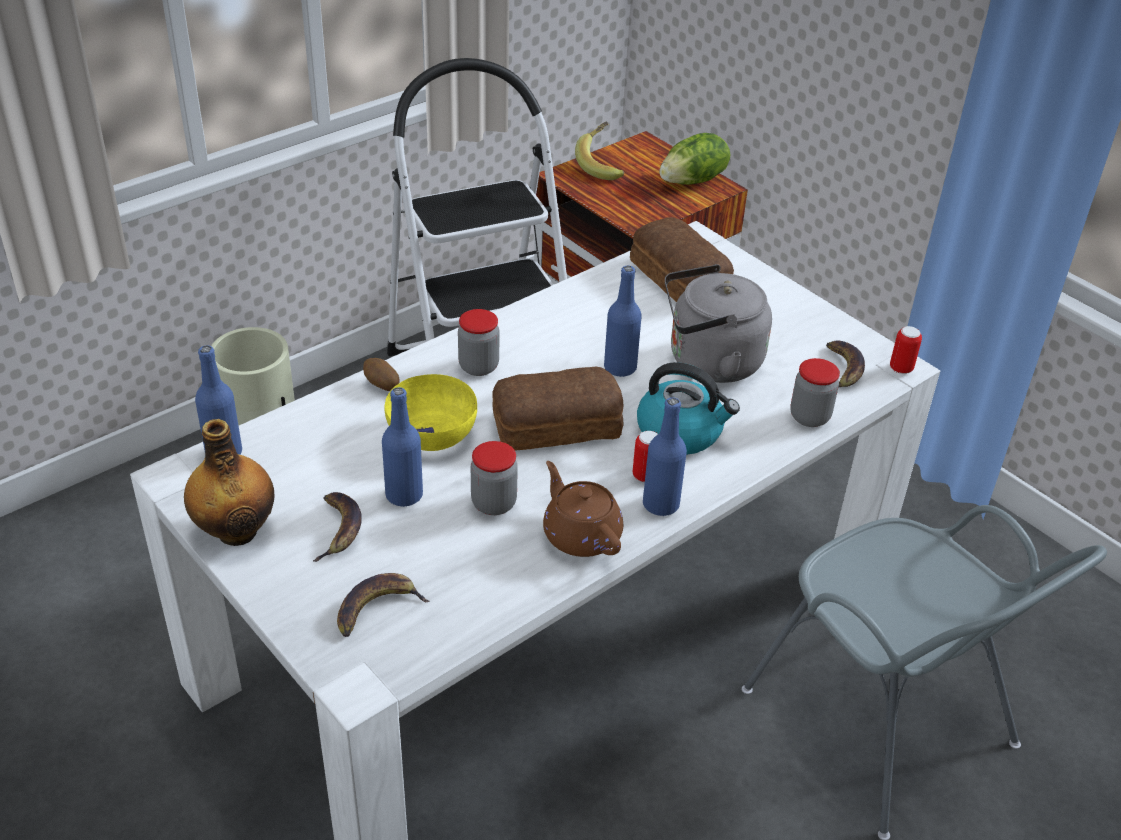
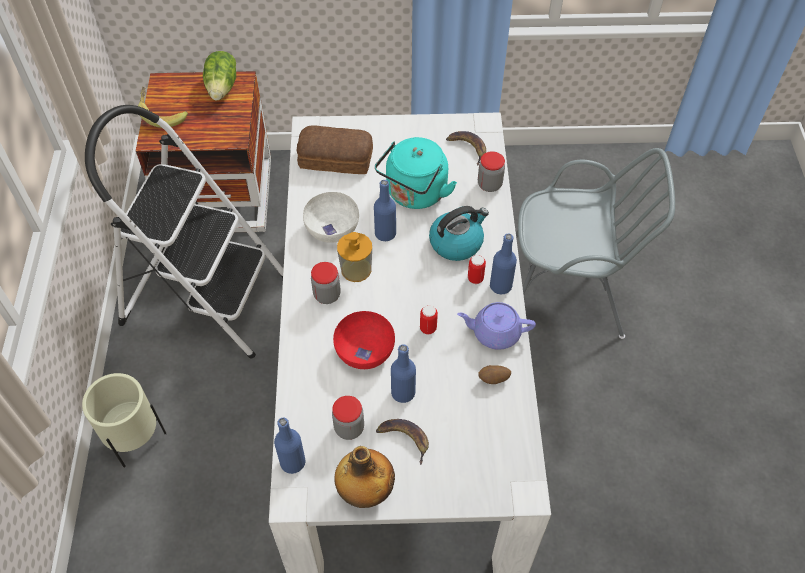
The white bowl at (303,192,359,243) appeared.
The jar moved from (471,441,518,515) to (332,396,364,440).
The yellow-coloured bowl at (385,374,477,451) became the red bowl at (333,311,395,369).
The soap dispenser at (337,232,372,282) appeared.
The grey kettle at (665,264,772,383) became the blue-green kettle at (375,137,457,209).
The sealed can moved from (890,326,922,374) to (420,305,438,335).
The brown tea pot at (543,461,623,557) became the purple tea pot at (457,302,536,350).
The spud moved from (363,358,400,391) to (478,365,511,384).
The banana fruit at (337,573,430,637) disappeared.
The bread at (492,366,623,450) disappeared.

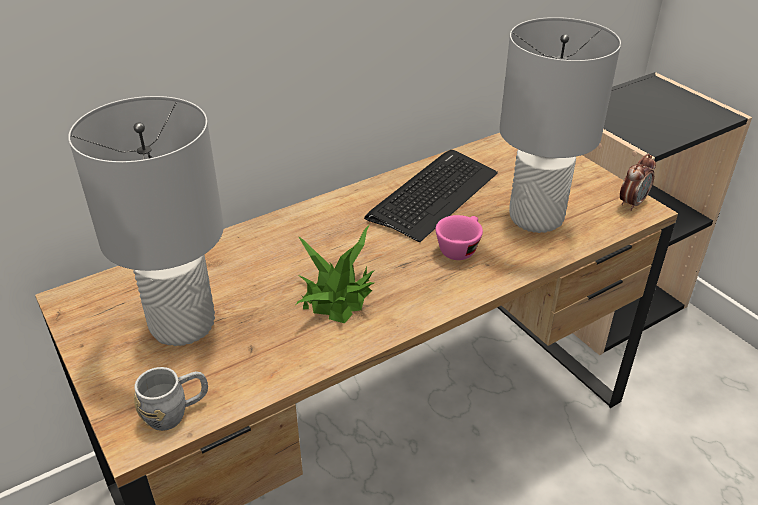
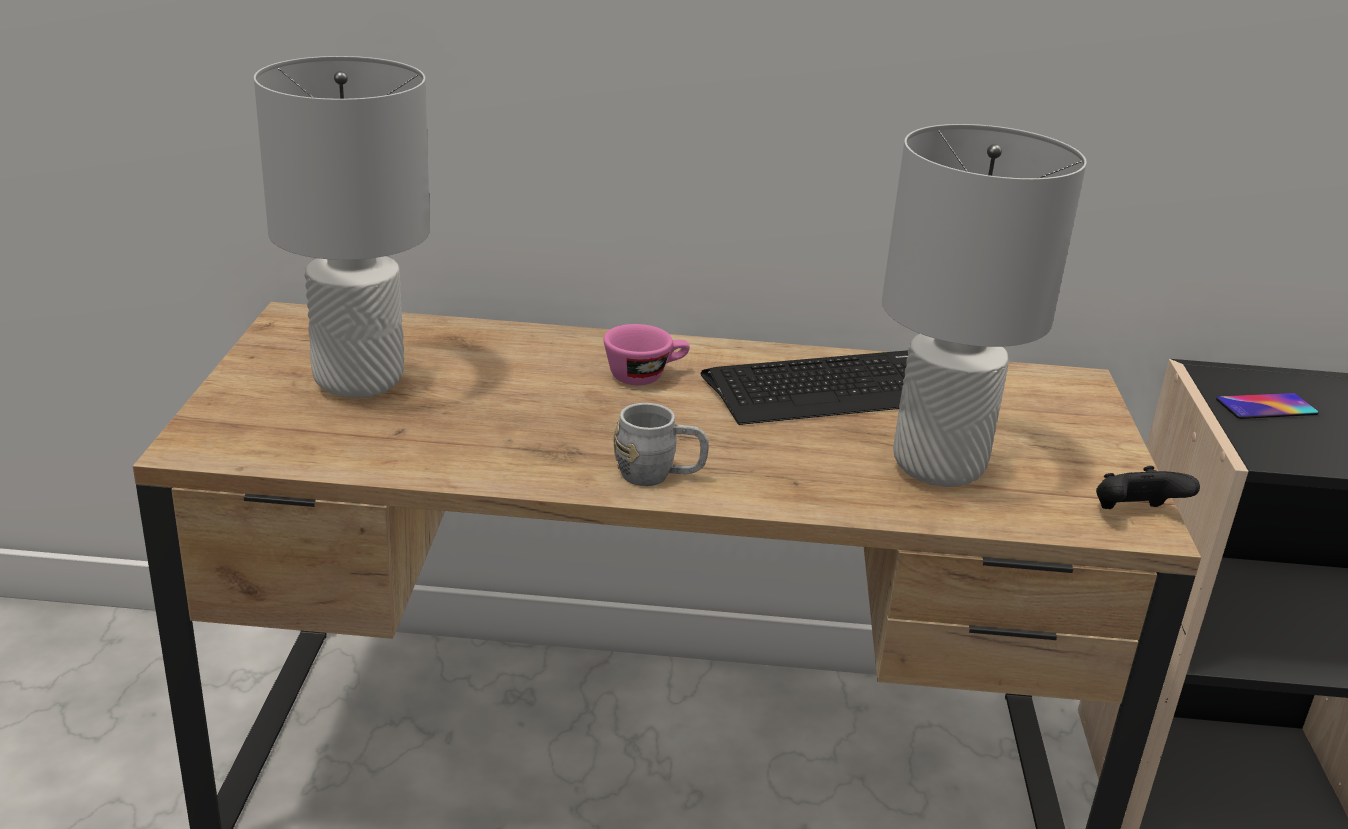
The pinkish small cup moved from (436,215,483,260) to (604,324,690,385).
The grey coffee mug moved from (134,367,208,431) to (614,403,709,486).
The bedside clock at (620,154,656,211) was replaced by the black gamepad at (1096,466,1200,509).
The telephone at (1216,393,1319,419) appeared.
The potted plant at (296,224,375,323) disappeared.

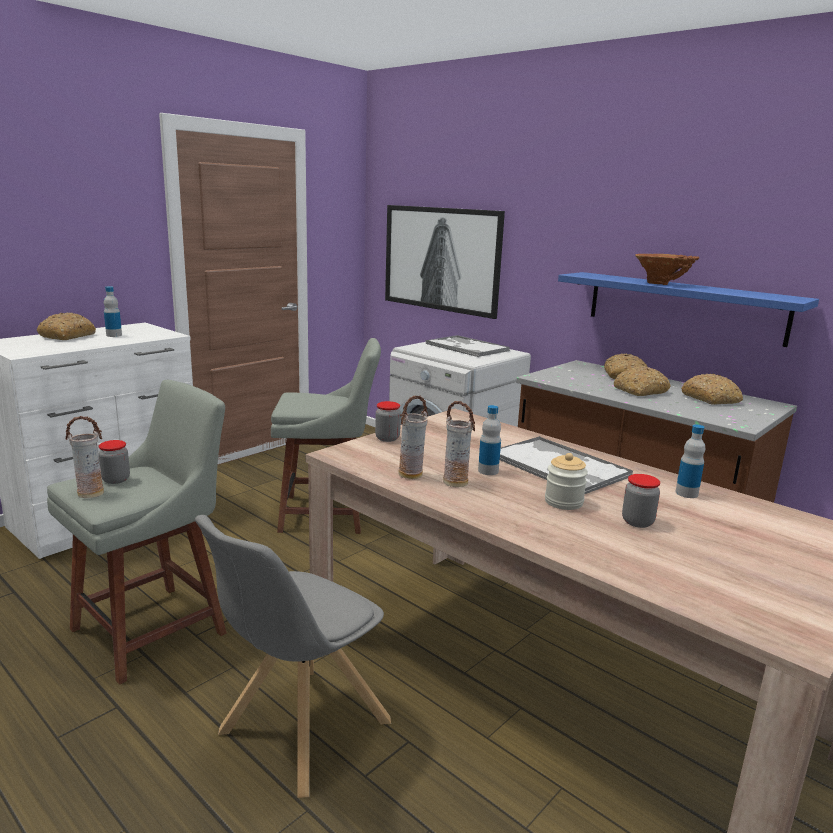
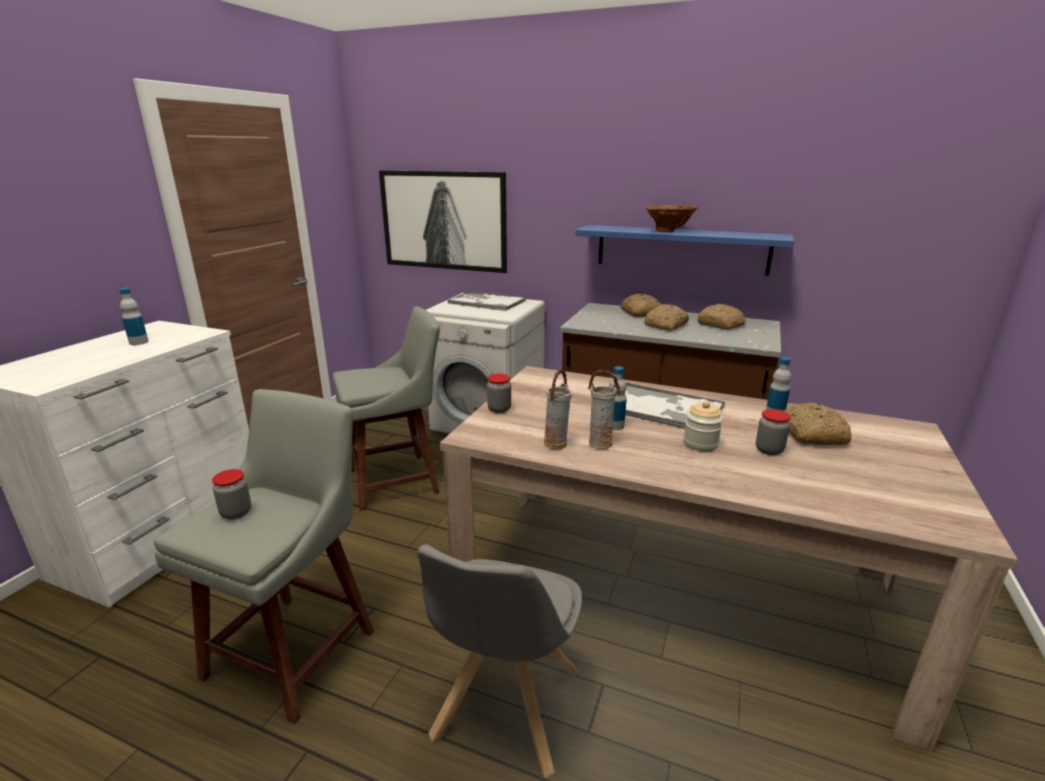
The bread moved from (37,313,96,340) to (784,403,851,445).
The decorative vase at (66,416,104,498) disappeared.

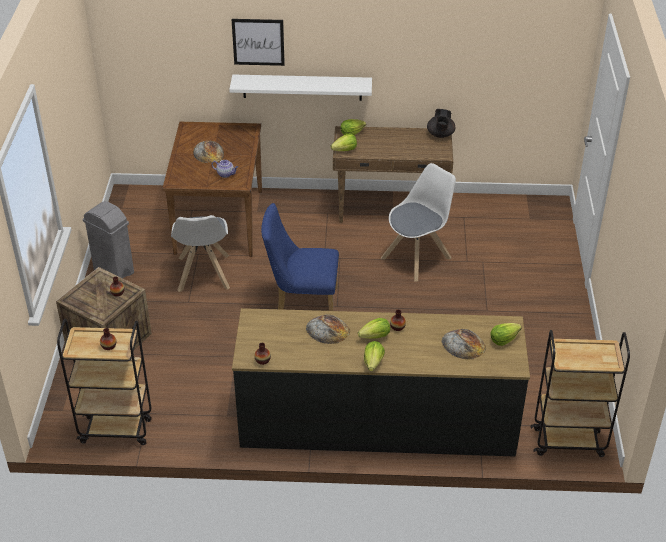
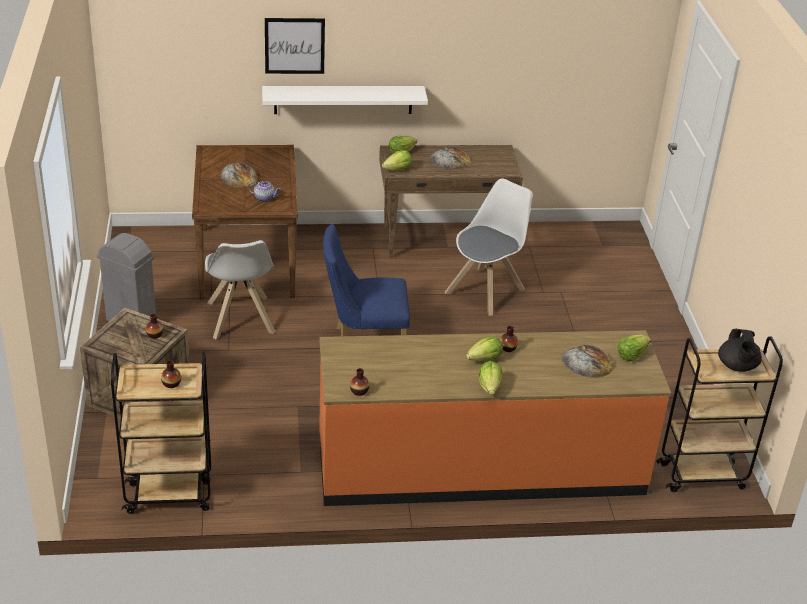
The black kitchen base unit at (232,308,530,457) became the orangey kitchen base unit at (319,330,671,506).
The bread moved from (306,314,350,344) to (430,147,471,170).
The black tea pot moved from (427,109,455,138) to (718,329,762,372).

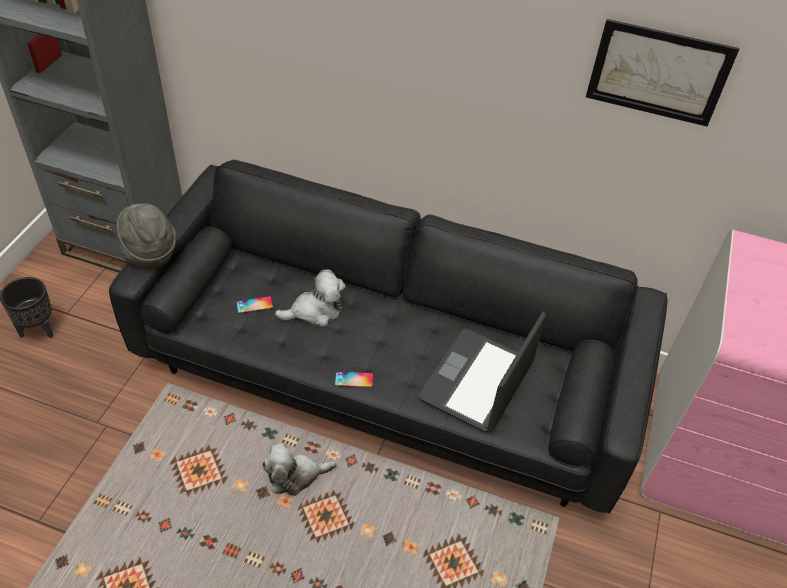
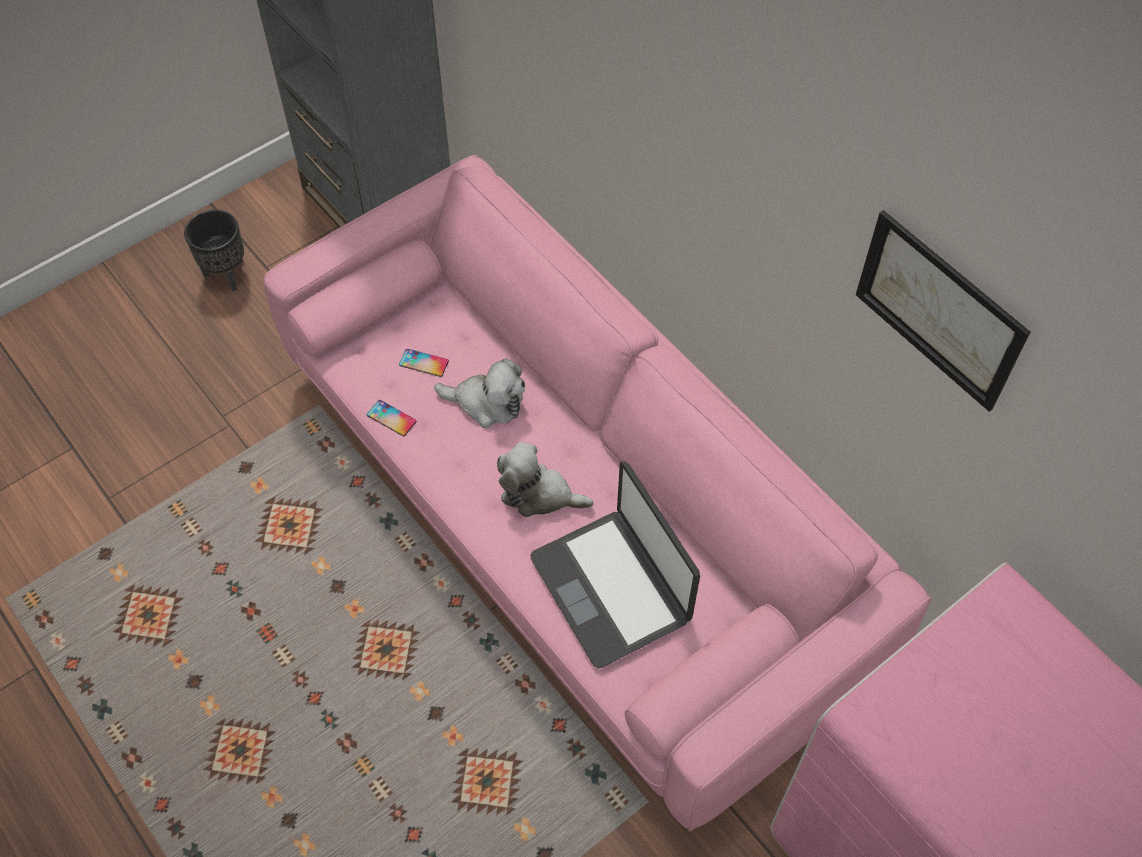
The black settee at (109,160,668,514) became the pinkish settee at (263,155,932,832).
The telephone moved from (335,371,373,388) to (367,400,417,436).
The soft toy moved from (262,443,337,496) to (497,442,594,517).
The notebook computer at (418,311,546,432) turned 90 degrees counterclockwise.
The grey wearable hat at (117,203,177,268) disappeared.

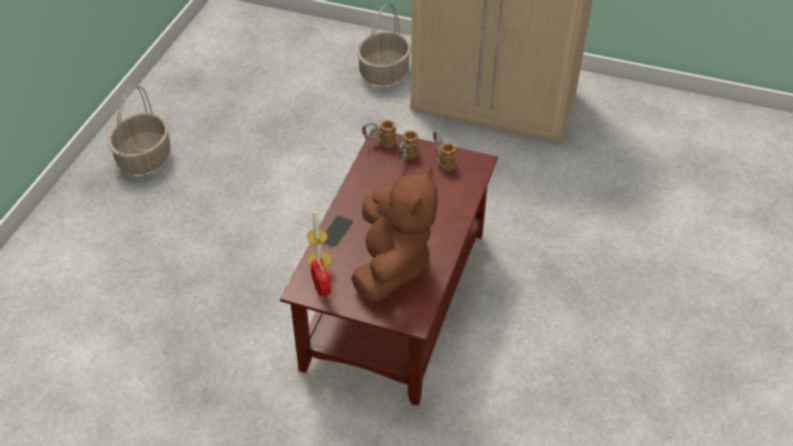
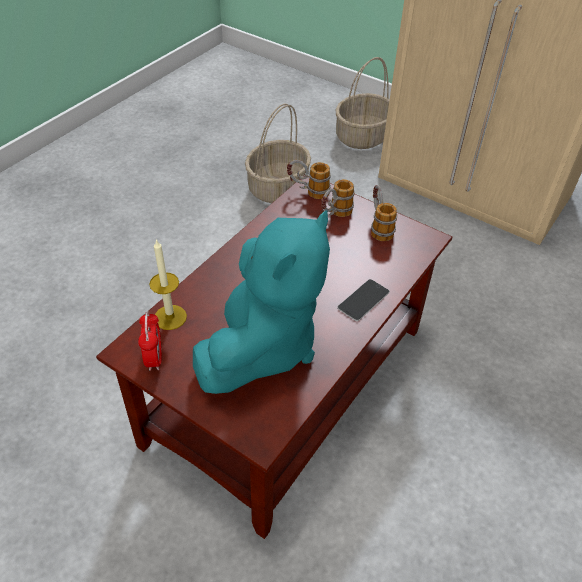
The brown soft toy at (351,166,438,302) became the blue-green soft toy at (193,211,330,394).
The household basket moved from (108,85,170,174) to (245,104,311,203).
The telephone moved from (322,215,354,248) to (337,279,390,321).

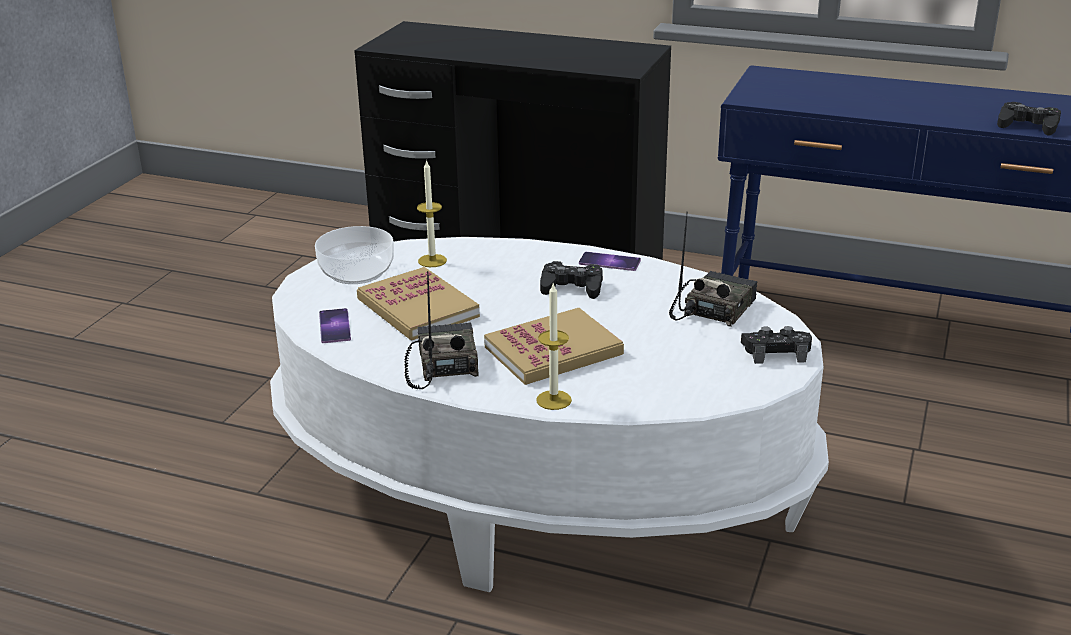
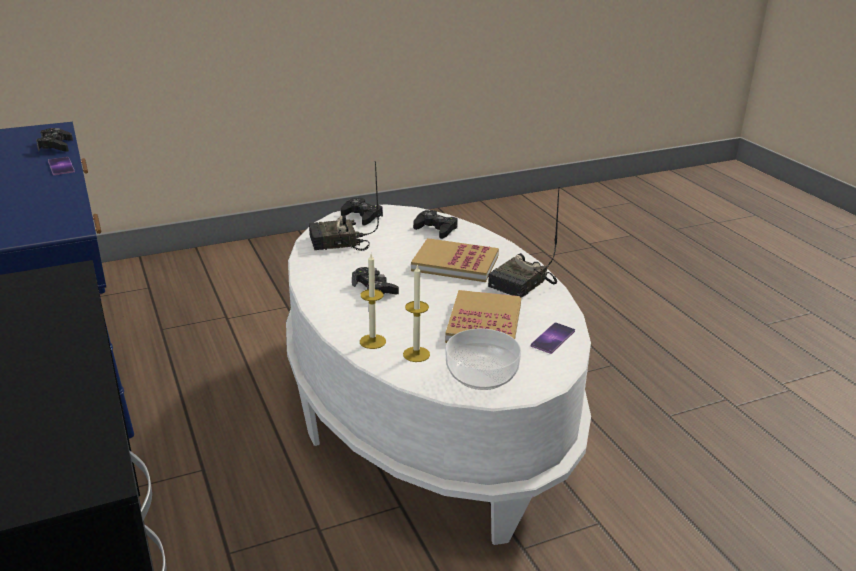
The telephone moved from (579,252,641,271) to (48,157,75,175).
The wax candle moved from (536,284,572,410) to (360,254,386,349).
The black gamepad at (413,210,458,239) appeared.

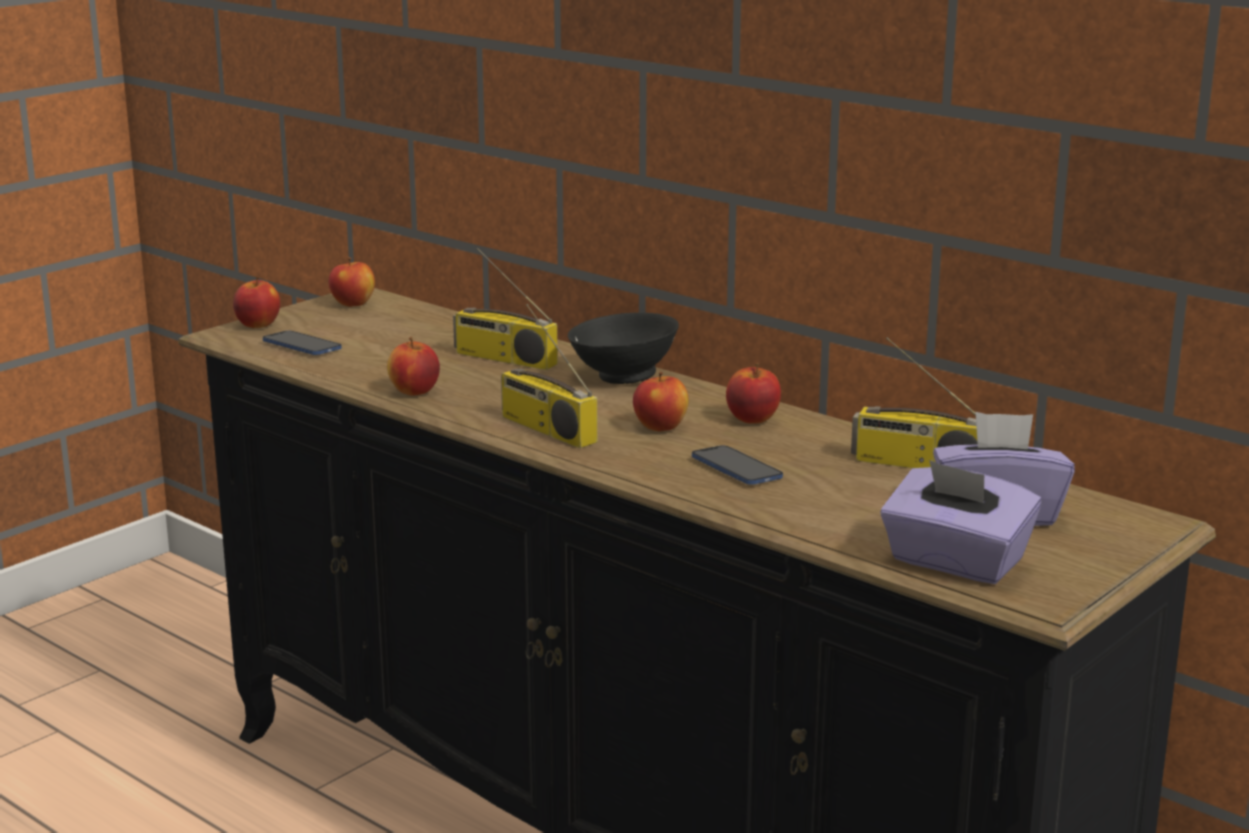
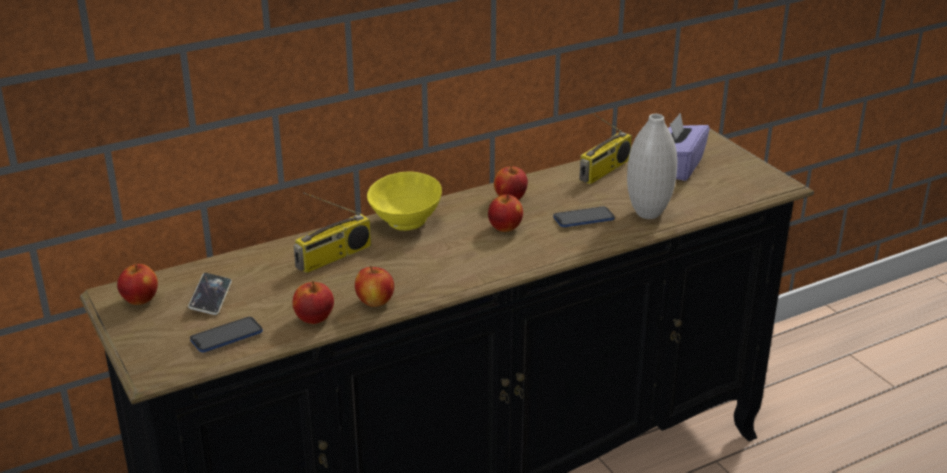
The telephone at (188,273,232,315) appeared.
The apple fruit moved from (233,277,280,328) to (293,281,334,324).
The black bowl at (568,313,679,384) became the yellow-coloured bowl at (367,171,442,231).
The white decorative vase at (627,114,677,219) appeared.
The radio set at (501,304,597,448) disappeared.
The purple tissue box at (880,460,1041,584) disappeared.

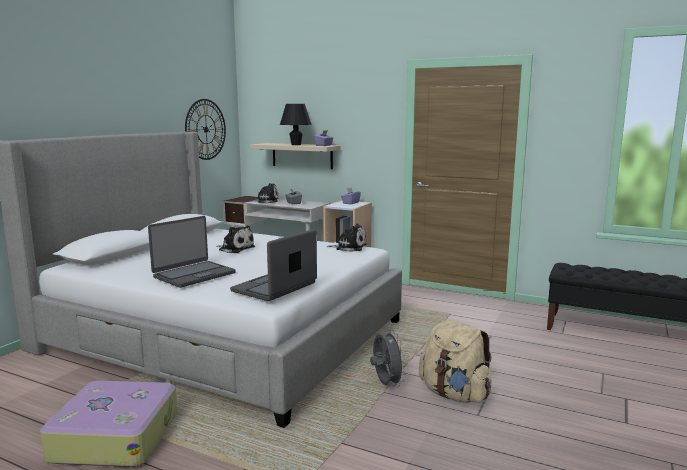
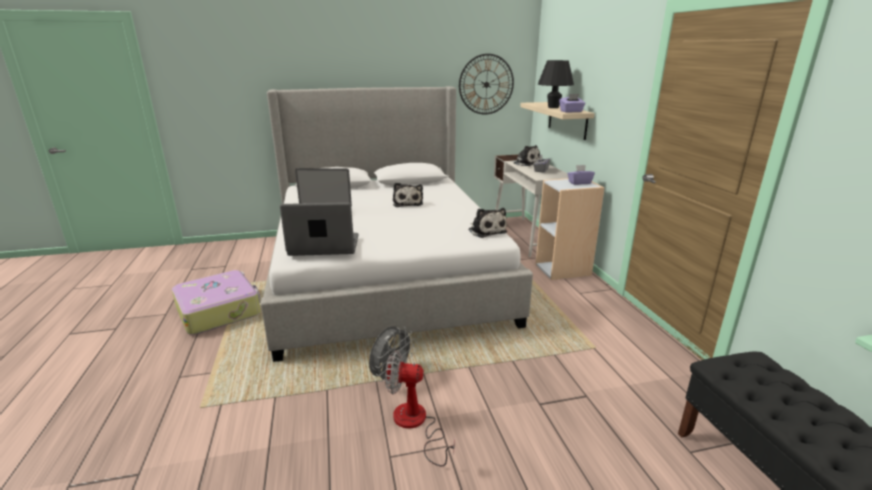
The sand-coloured knapsack at (419,320,491,403) was replaced by the cooling fan at (385,351,455,466).

